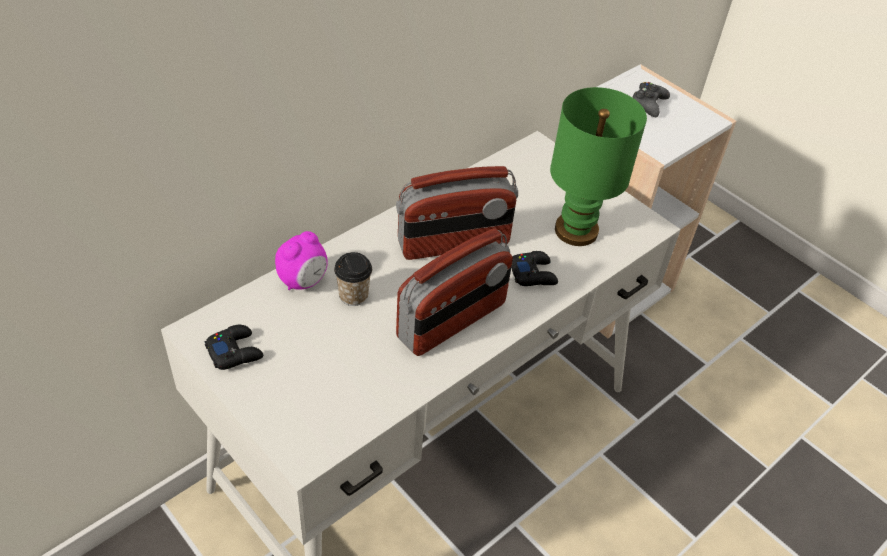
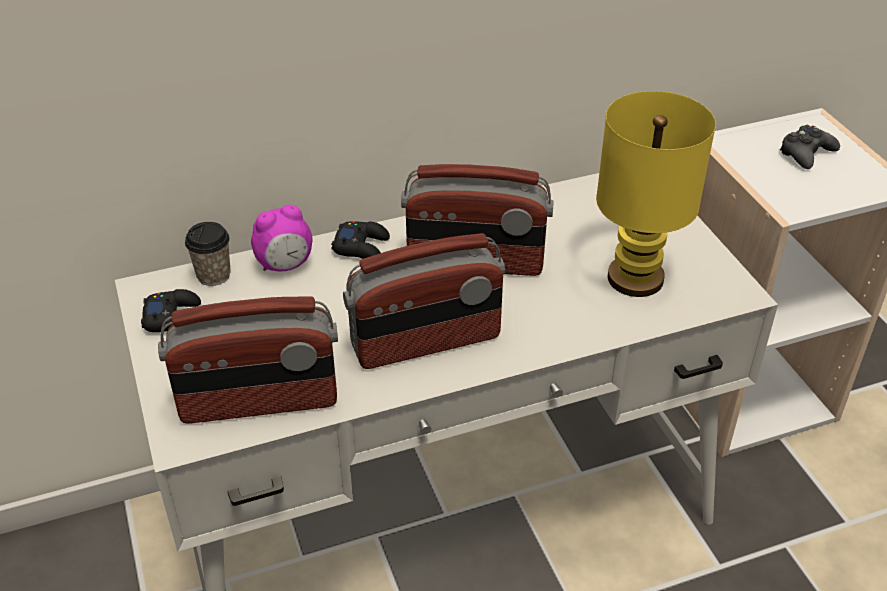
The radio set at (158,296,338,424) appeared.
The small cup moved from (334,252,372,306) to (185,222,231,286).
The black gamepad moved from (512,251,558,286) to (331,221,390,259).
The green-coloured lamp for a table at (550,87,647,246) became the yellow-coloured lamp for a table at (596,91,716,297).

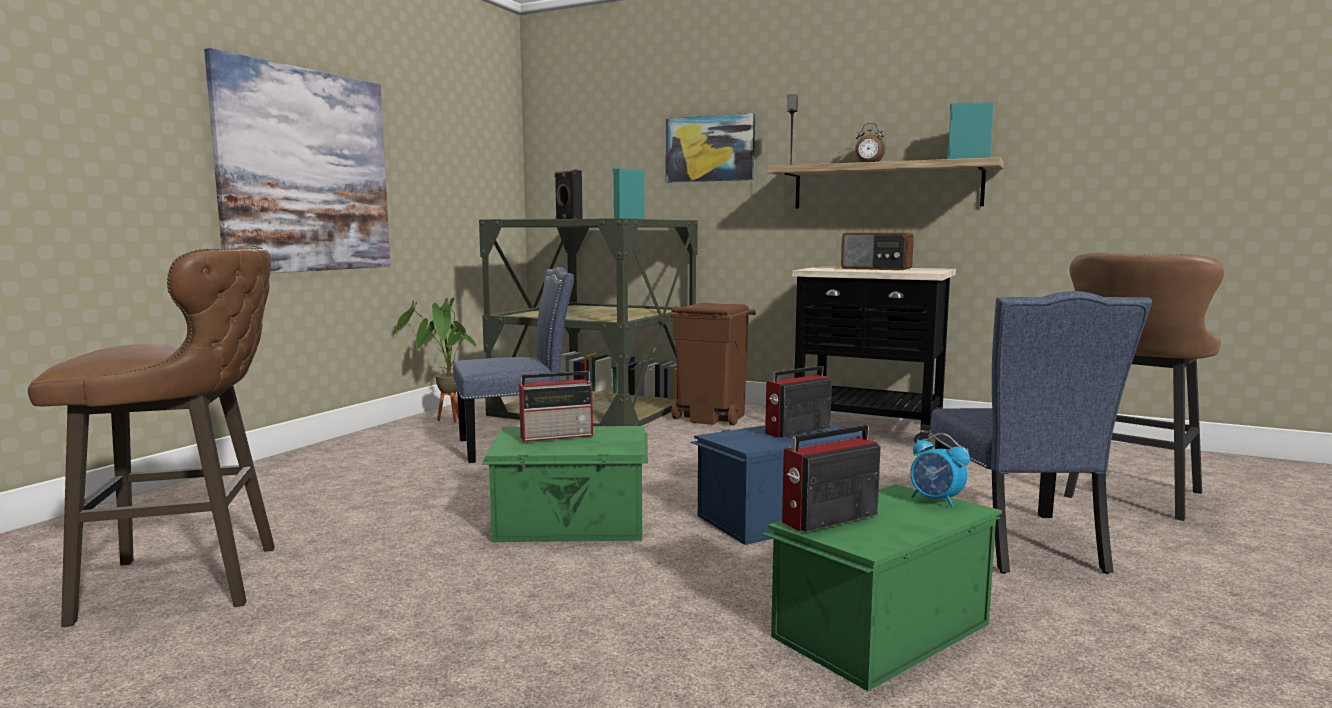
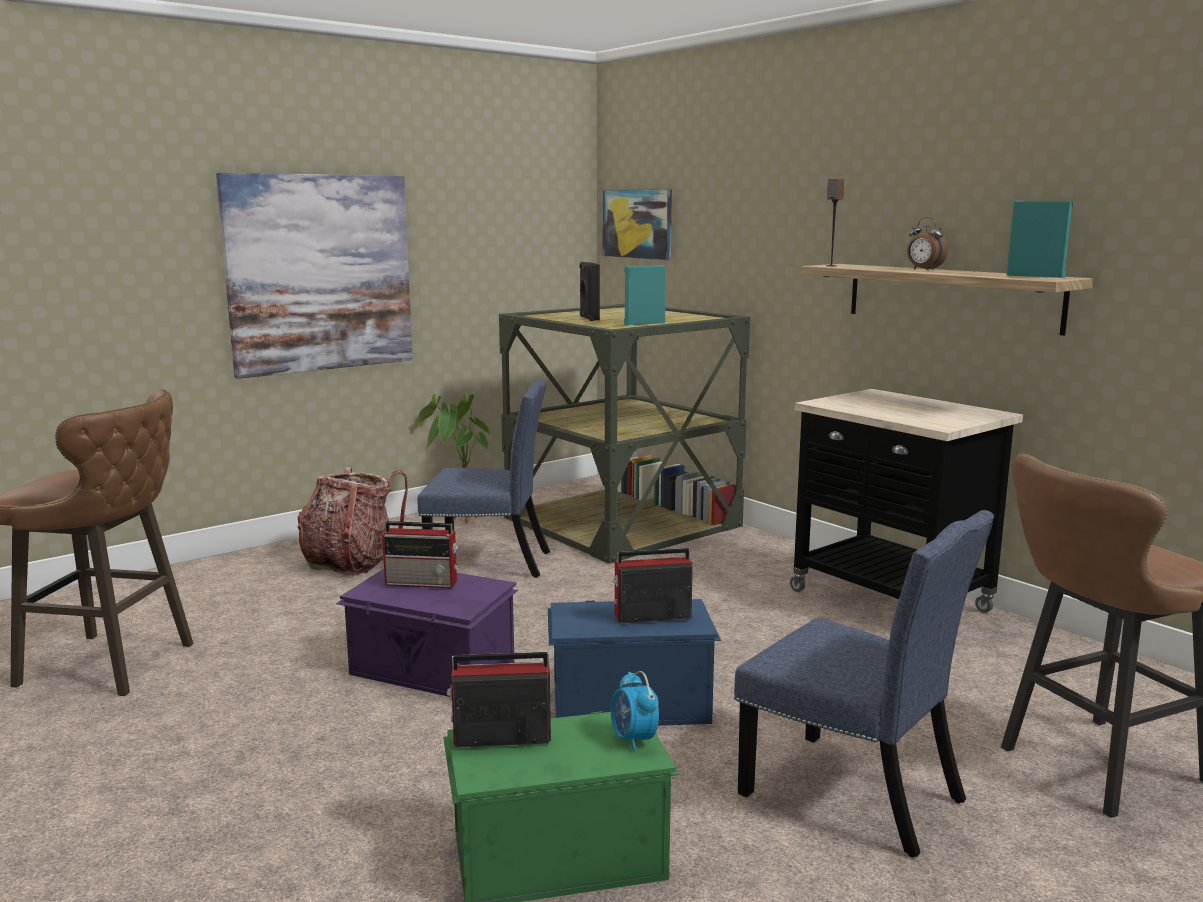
The knapsack at (298,467,408,576) appeared.
The green-coloured storage box at (481,426,648,542) became the purple storage box at (336,569,518,697).
The wall picture moved from (665,113,755,182) to (602,189,672,260).
The blue plain chair at (930,291,1152,574) turned 75 degrees counterclockwise.
The brown waste bin at (671,303,756,425) disappeared.
The radio set at (841,233,914,270) disappeared.

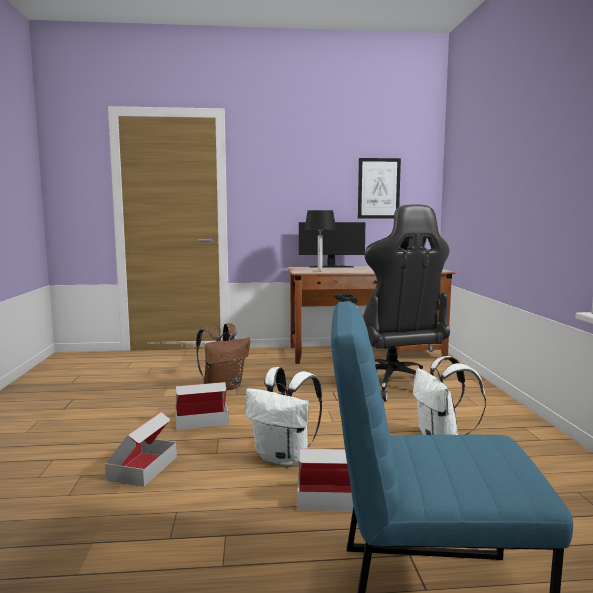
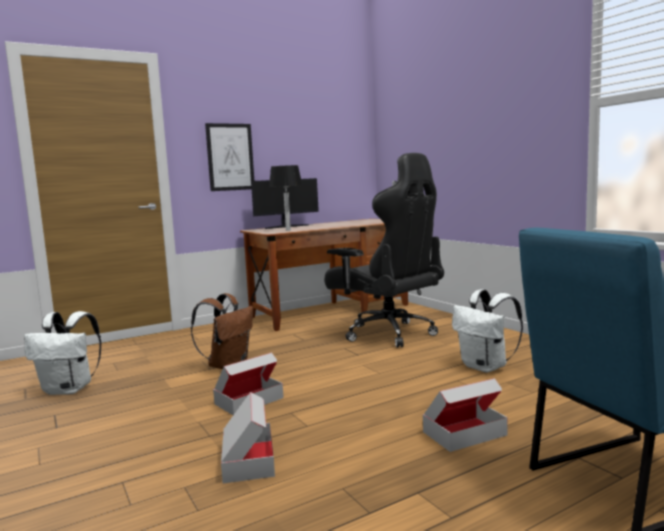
The white knapsack moved from (245,367,322,466) to (24,311,101,395).
The wall picture moved from (358,158,401,218) to (205,123,254,191).

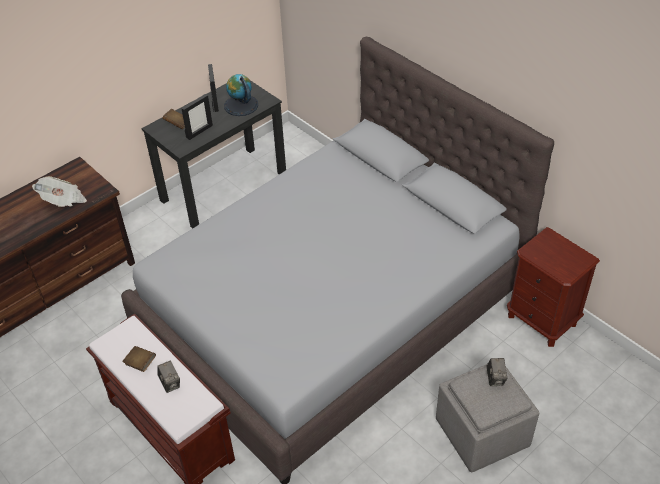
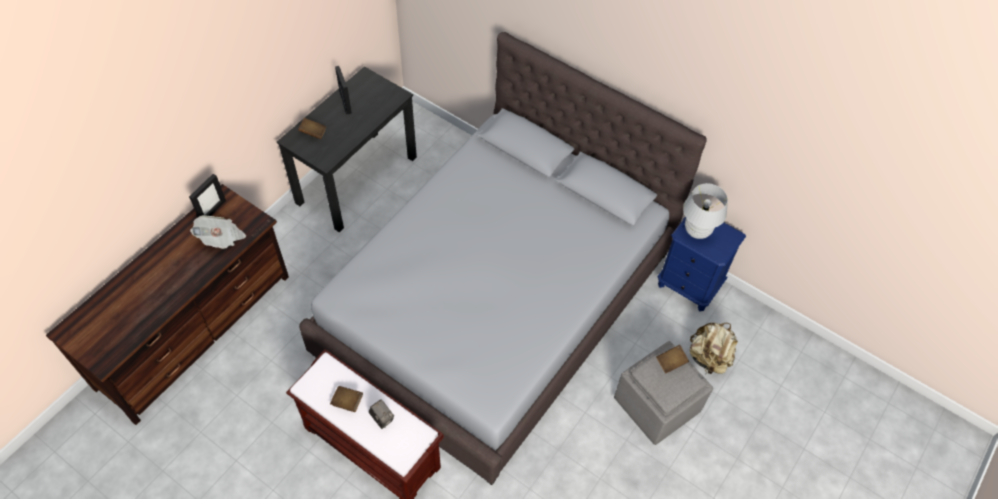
The photo frame moved from (181,94,213,140) to (189,174,226,218).
The still camera at (486,358,508,387) was replaced by the brown book at (656,345,689,373).
The brown nightstand at (507,227,600,347) became the blue nightstand at (658,216,746,311).
The white lamp for a table at (683,183,728,239) appeared.
The sand-coloured knapsack at (689,323,738,374) appeared.
The desk globe at (224,74,258,116) disappeared.

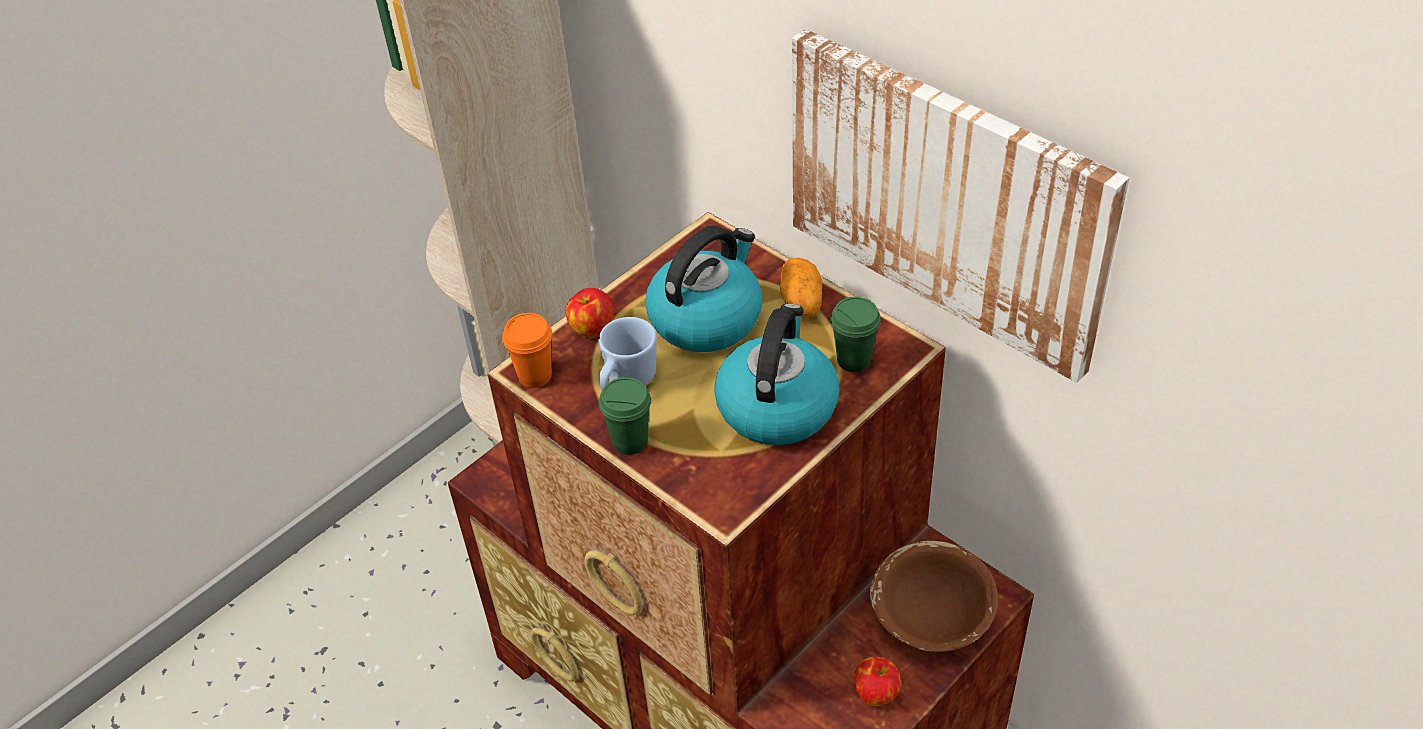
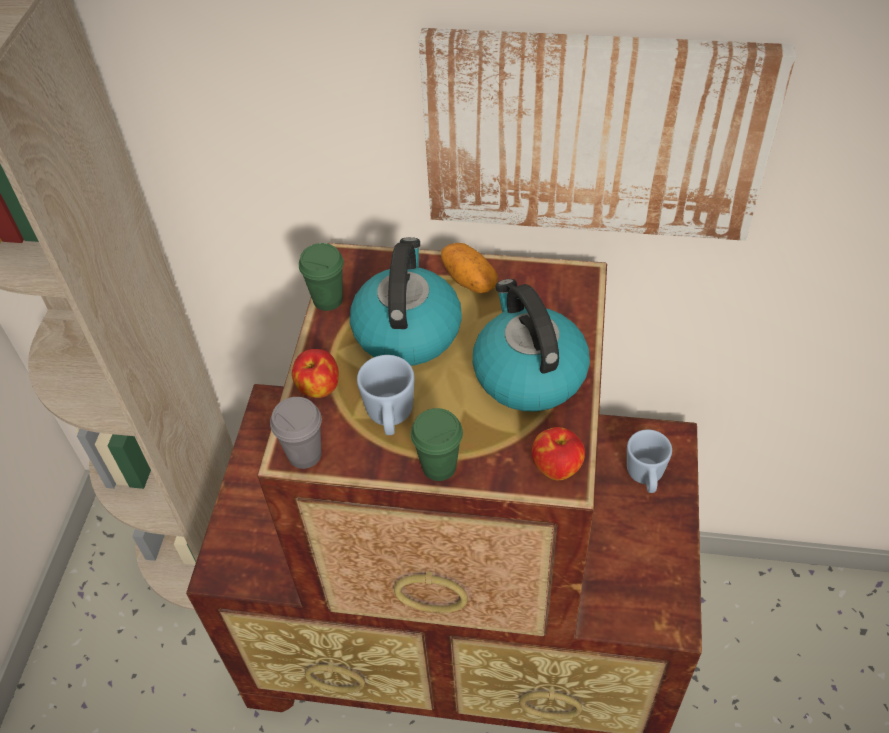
The orangey small cup at (502,313,552,388) became the grey small cup at (270,397,322,469).
The green-coloured small cup moved from (830,297,881,372) to (299,243,344,311).
The apple fruit moved from (854,657,901,706) to (532,427,585,480).
The brown bowl at (870,541,998,652) was replaced by the blue coffee mug at (627,430,672,493).

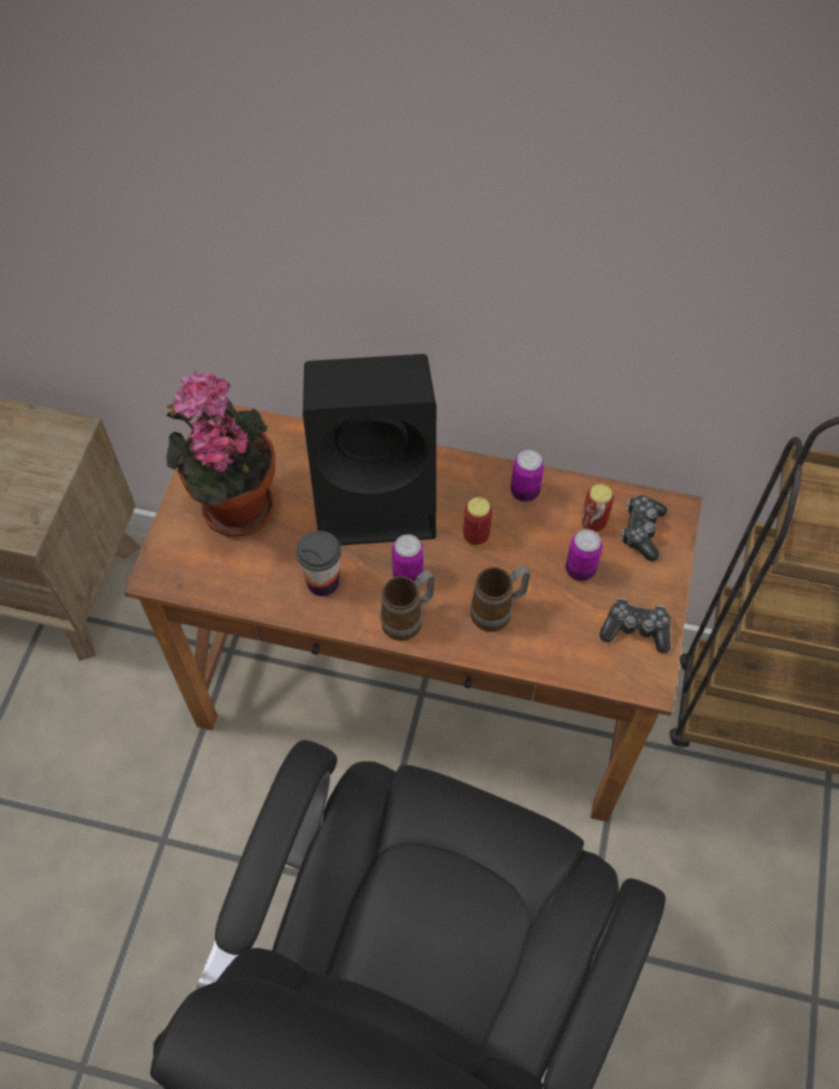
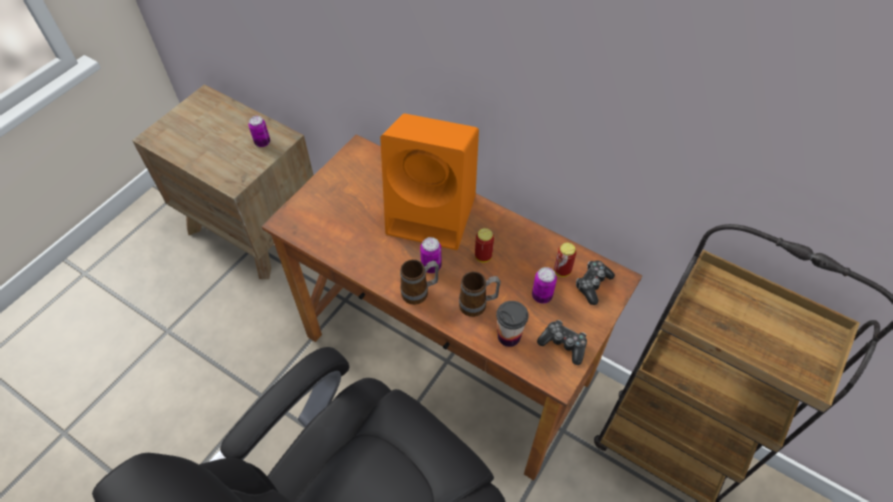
The sealed can moved from (510,450,544,502) to (249,116,270,147).
The black audio speaker at (303,354,436,545) became the orangey audio speaker at (380,113,479,250).
The small cup moved from (296,531,341,596) to (496,301,529,347).
The potted plant at (166,371,275,537) disappeared.

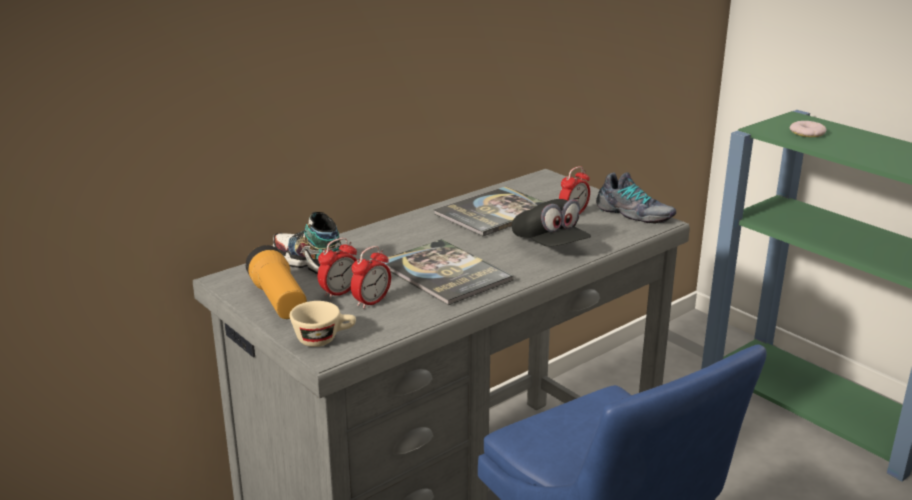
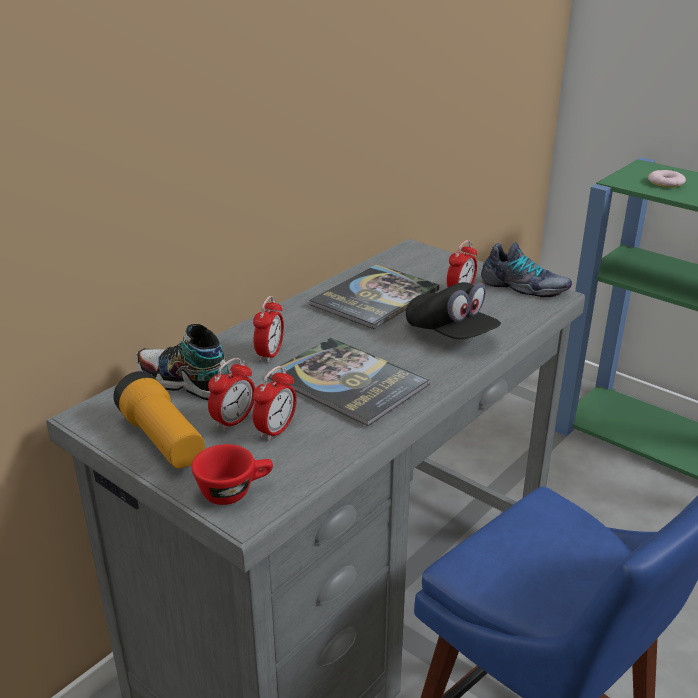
The sand-coloured small cup at (290,301,356,347) became the red small cup at (191,444,273,505).
The bedside clock at (253,296,284,363) appeared.

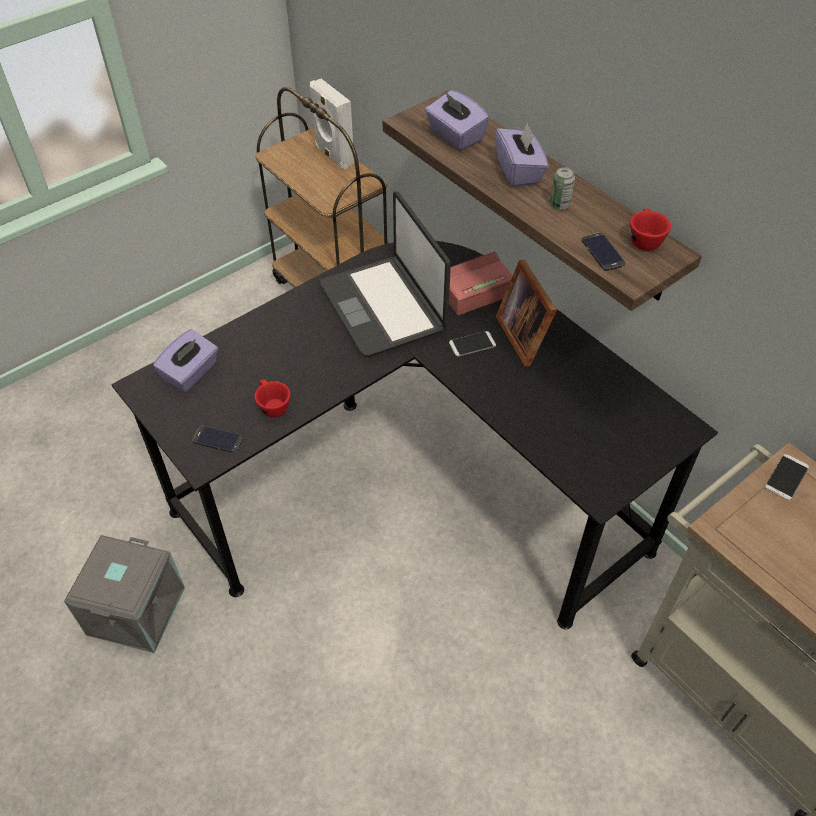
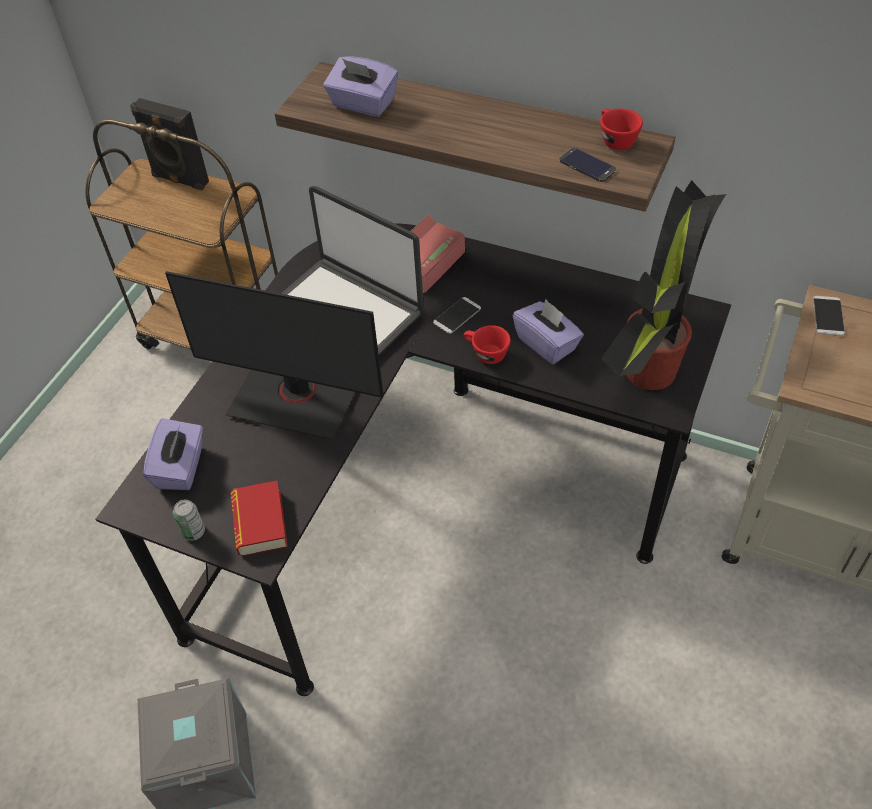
The white audio speaker at (310,79,354,169) became the black audio speaker at (130,98,209,190).
The computer screen at (165,271,384,439) appeared.
The sealed can moved from (550,167,575,210) to (173,500,205,541).
The telephone at (192,426,243,453) was replaced by the book at (231,481,288,556).
The red small cup moved from (254,379,291,417) to (464,325,511,364).
The purple tissue box moved from (495,122,548,187) to (513,299,584,364).
The potted plant at (601,180,726,390) appeared.
The photo frame at (496,260,557,367) disappeared.

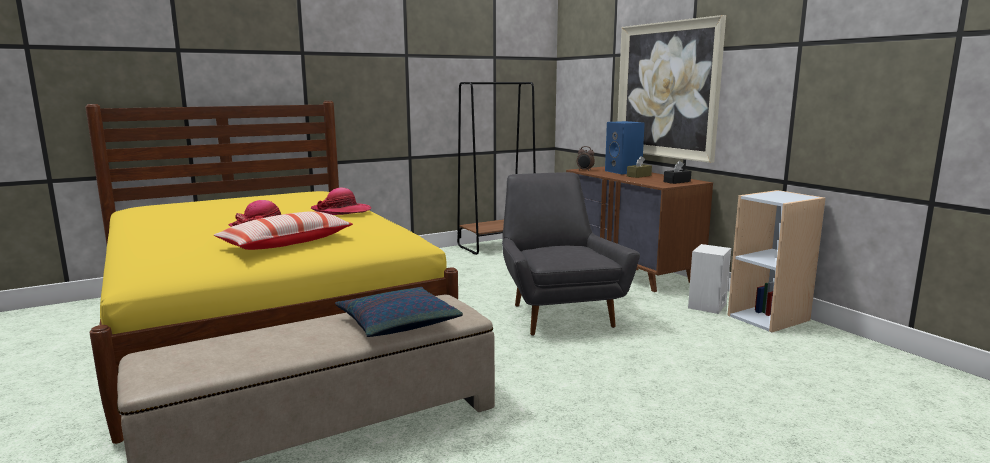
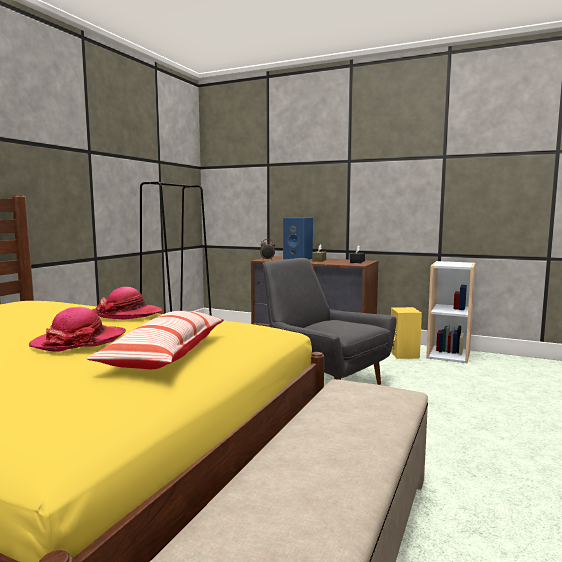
The white audio speaker at (688,244,731,314) became the yellow-coloured audio speaker at (391,307,422,359).
The blue pillow at (335,287,463,337) disappeared.
The wall picture at (617,15,726,163) disappeared.

